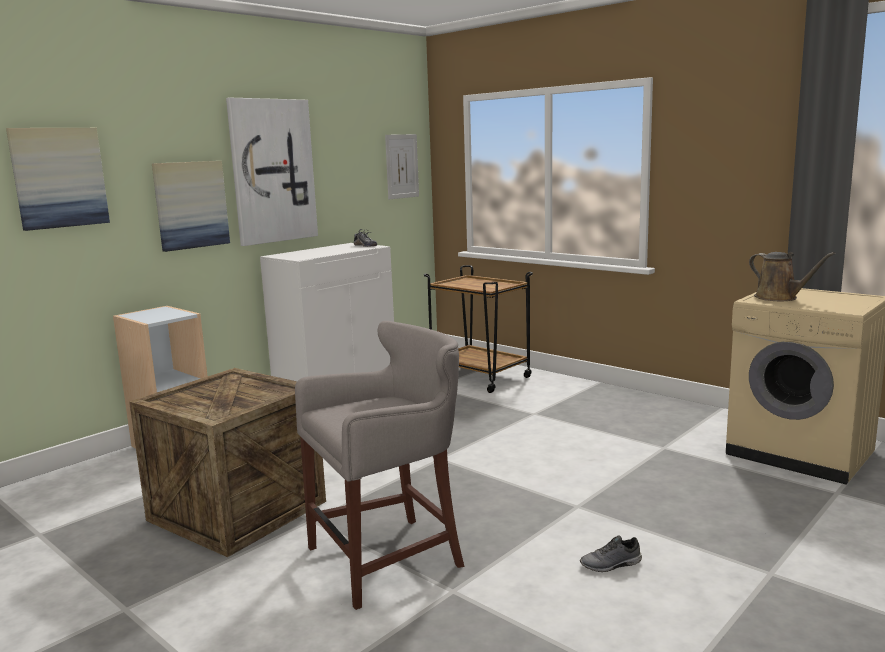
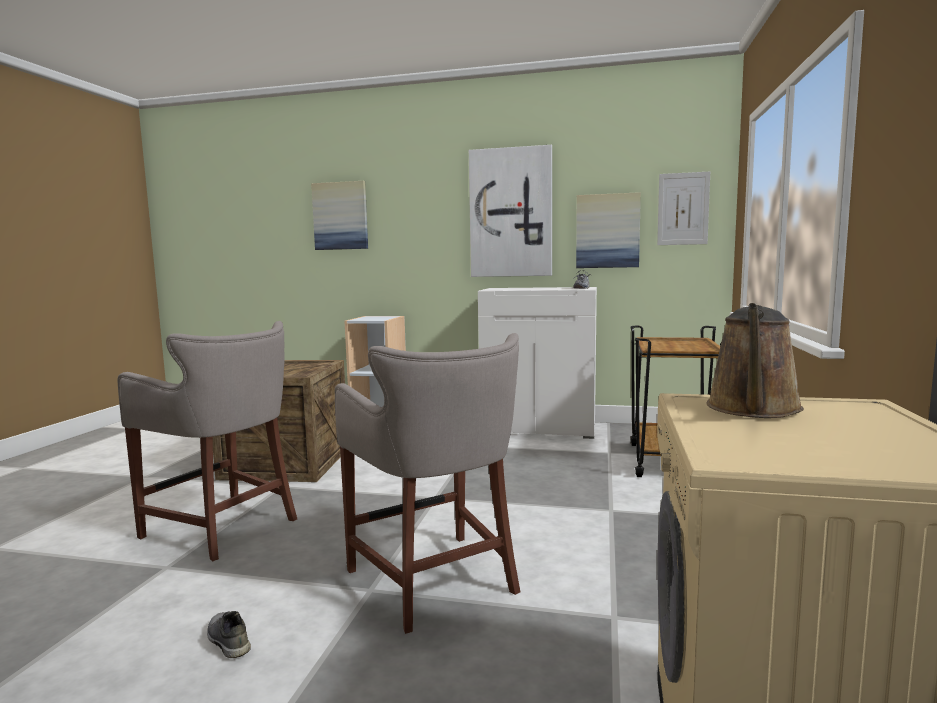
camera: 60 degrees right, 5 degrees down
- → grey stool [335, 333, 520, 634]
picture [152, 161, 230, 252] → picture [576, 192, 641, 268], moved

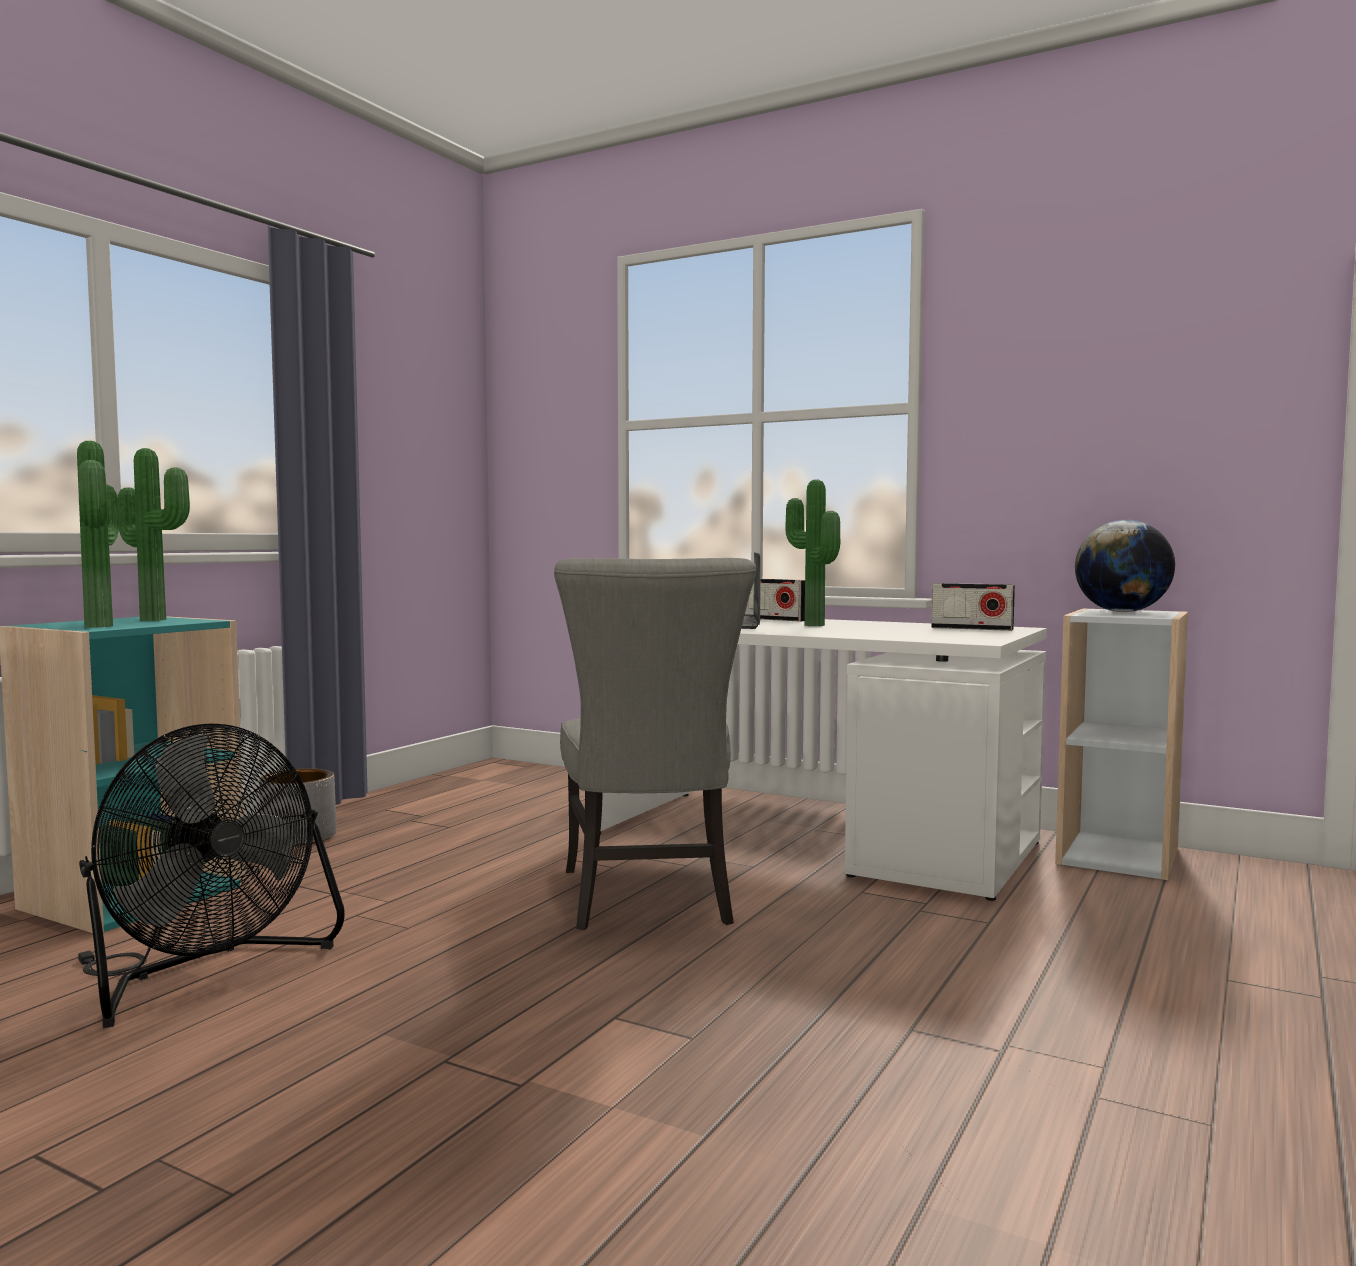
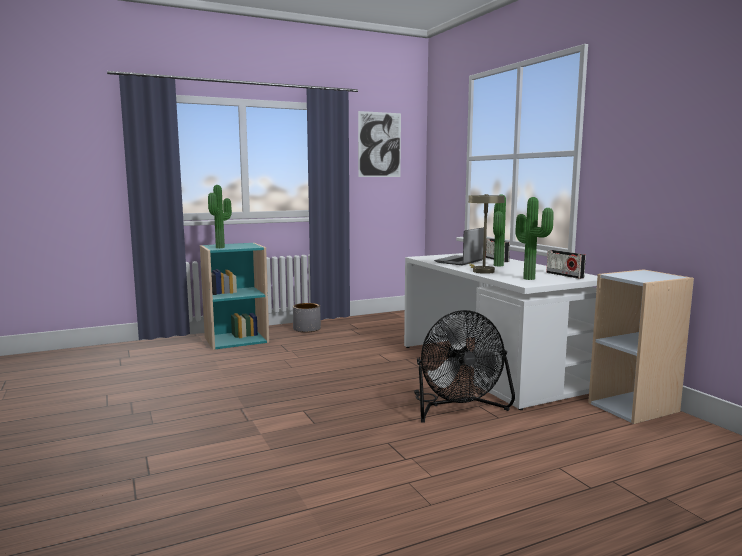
camera: 35 degrees right, 5 degrees up
- → picture [358, 111, 401, 177]
black fan [78, 724, 345, 1028] → black fan [414, 310, 515, 423], moved
- → beige table lamp [468, 194, 505, 274]
potted plant [117, 448, 190, 621] → potted plant [515, 197, 554, 280], moved
grey chair [554, 558, 757, 930] → -
globe [1075, 520, 1175, 612] → -

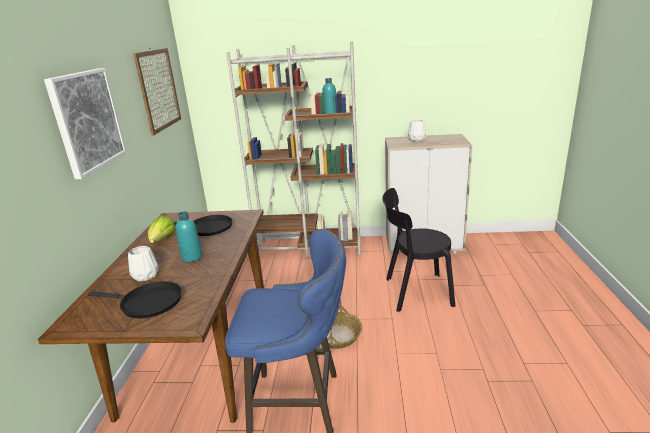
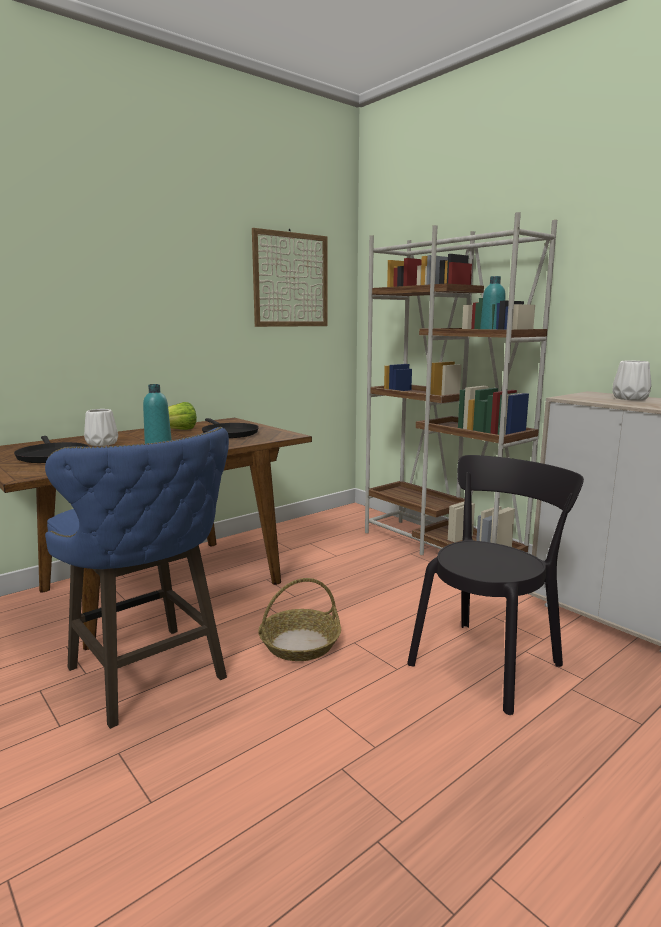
camera: 45 degrees right, 10 degrees down
black chair [382, 188, 455, 312] → black chair [407, 455, 584, 715], 90 degrees clockwise
picture [44, 68, 127, 179] → -

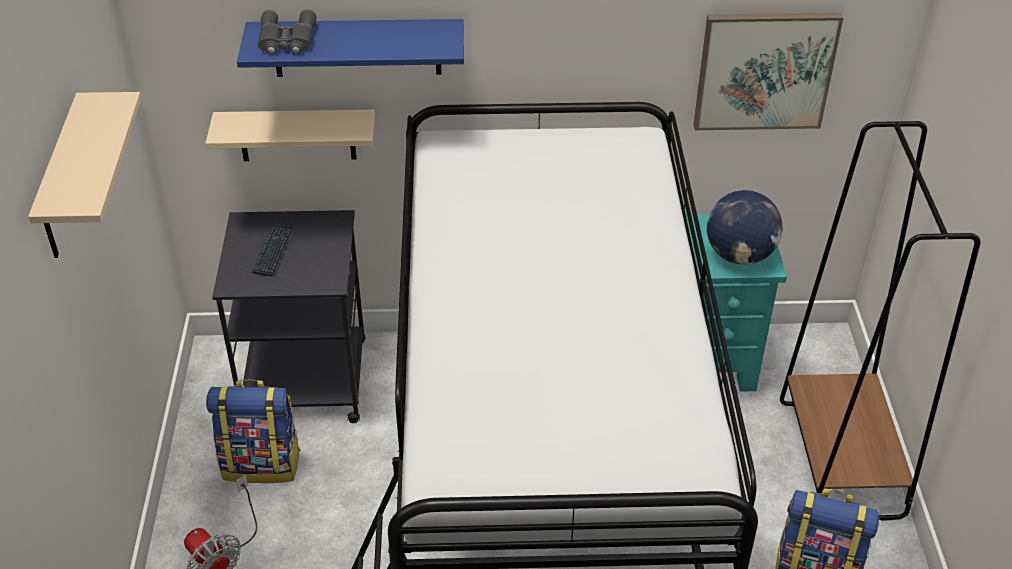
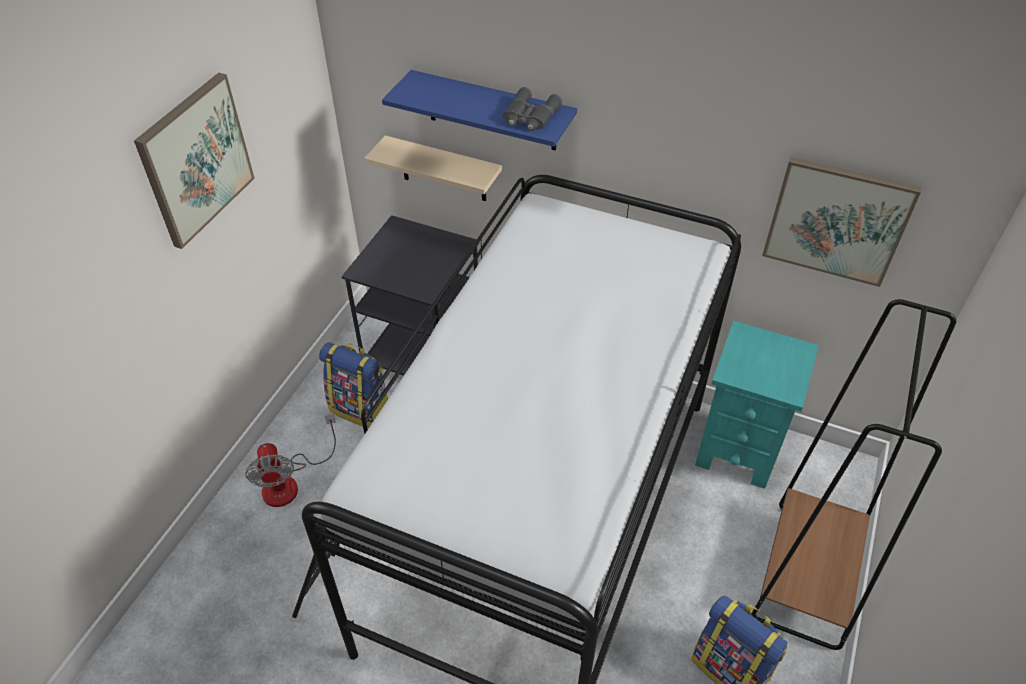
camera: 25 degrees right, 5 degrees up
beige shelf [28, 92, 141, 258] → picture [134, 73, 255, 249]
grey binoculars [258, 9, 317, 55] → grey binoculars [503, 87, 562, 131], moved
keyboard [252, 216, 297, 276] → -
globe [707, 190, 783, 265] → -

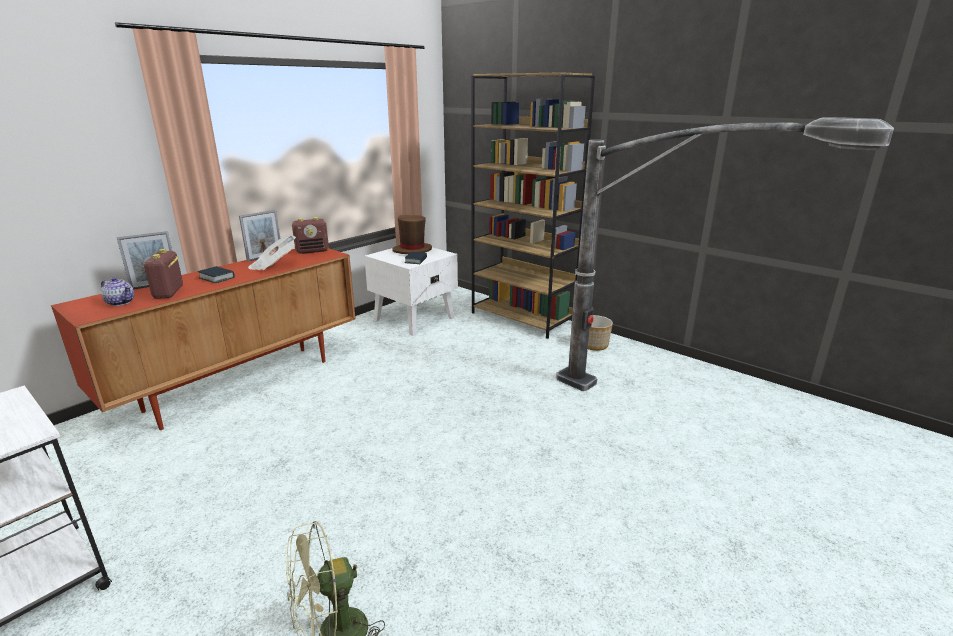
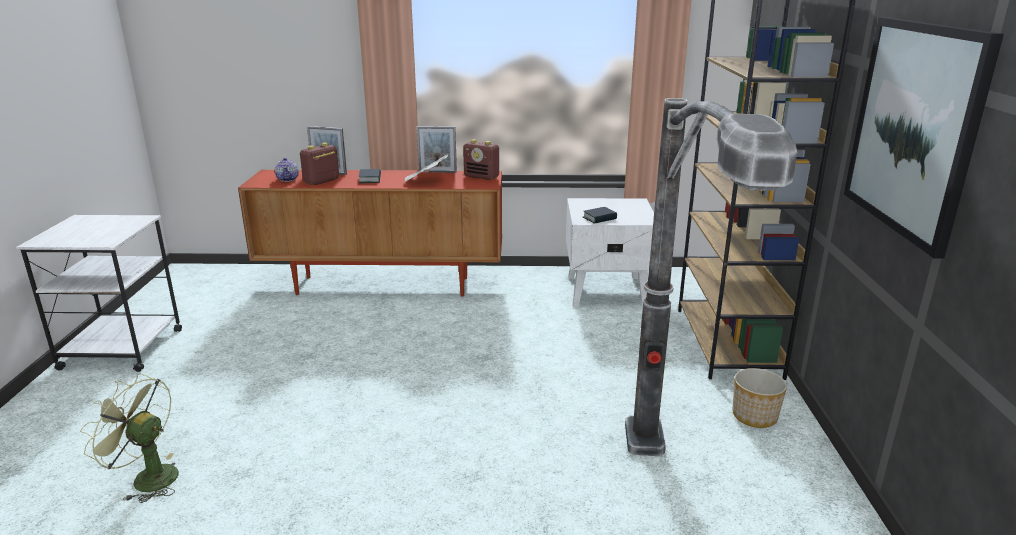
camera: 50 degrees right, 0 degrees up
- → picture [844, 17, 1004, 259]
brown hat [392, 215, 432, 254] → -

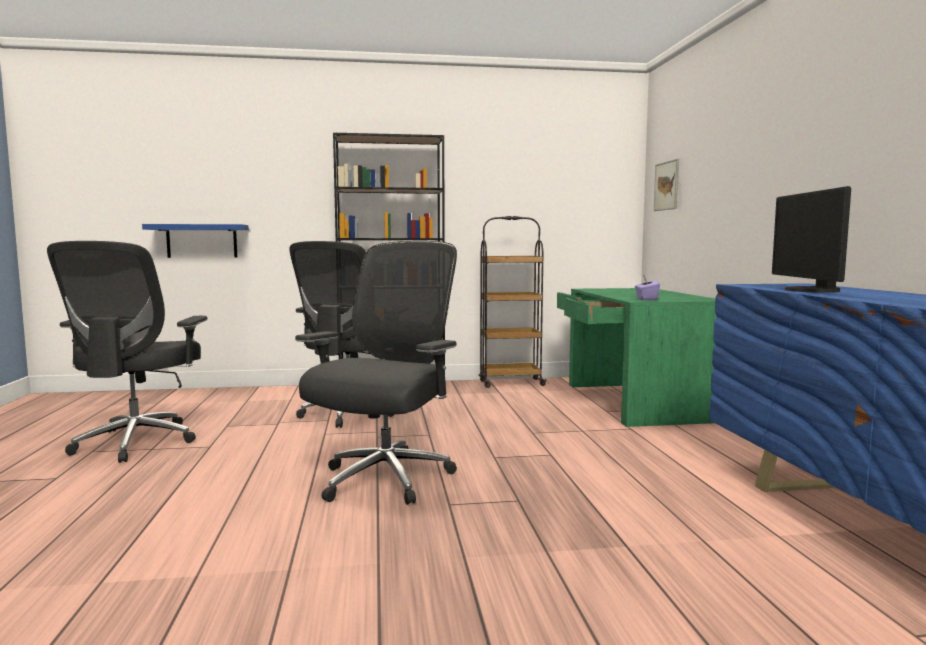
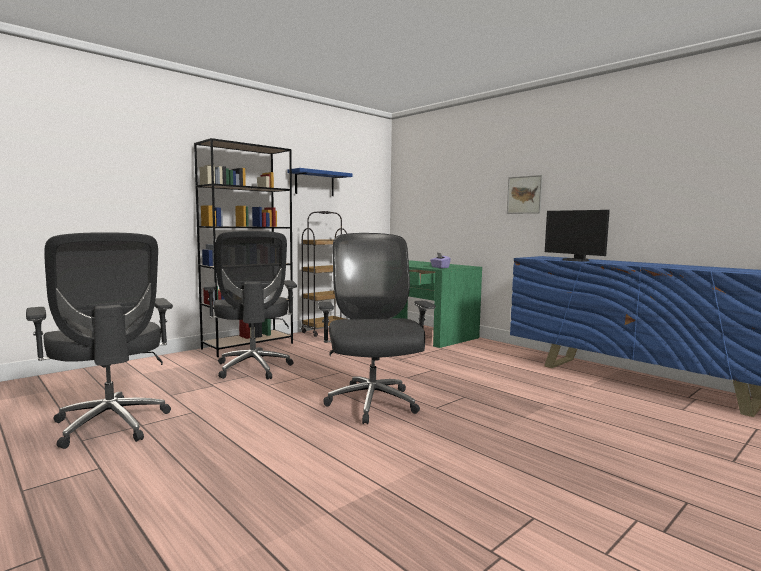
camera: 35 degrees left, 0 degrees up
blue shelf [142, 224, 249, 258] → blue shelf [288, 168, 352, 196], moved
picture [654, 159, 679, 211] → picture [507, 175, 543, 214], moved

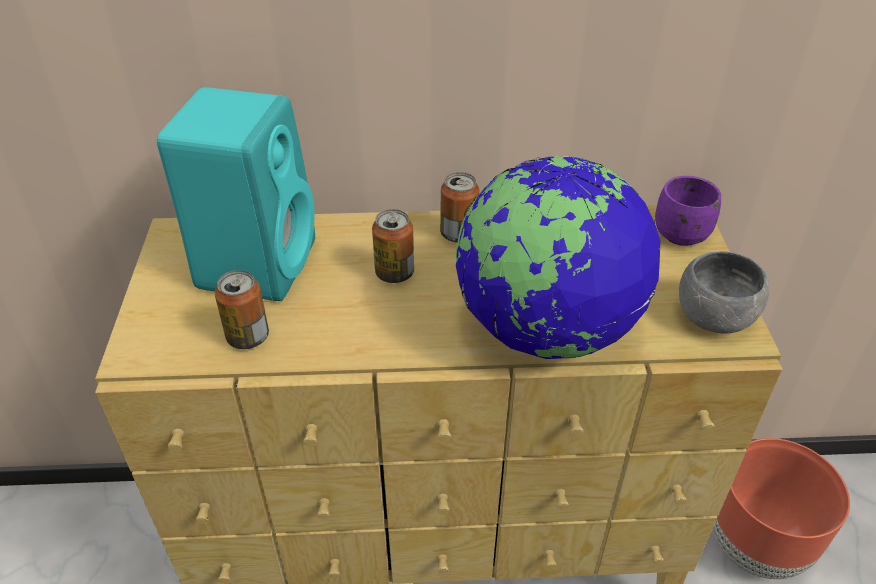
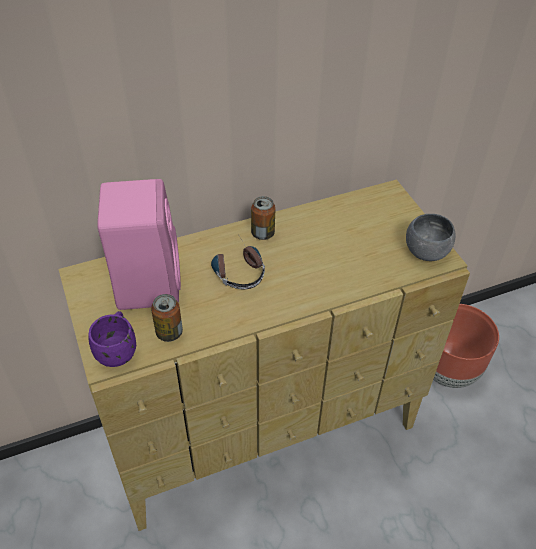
camera: 20 degrees left, 5 degrees up
purple mug [655, 176, 721, 246] → purple mug [88, 311, 136, 367], moved
turquoise speaker [157, 87, 315, 301] → pink speaker [97, 179, 181, 310]
can [372, 209, 414, 283] → headphones [211, 236, 265, 289]
globe [456, 155, 660, 359] → -

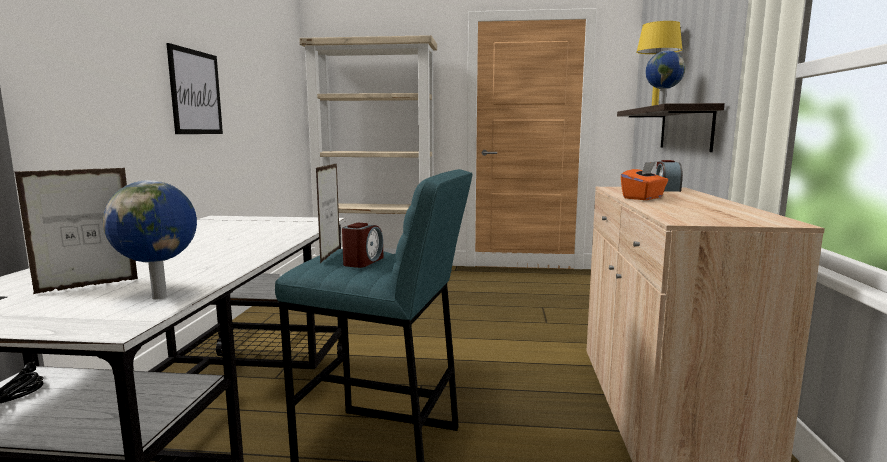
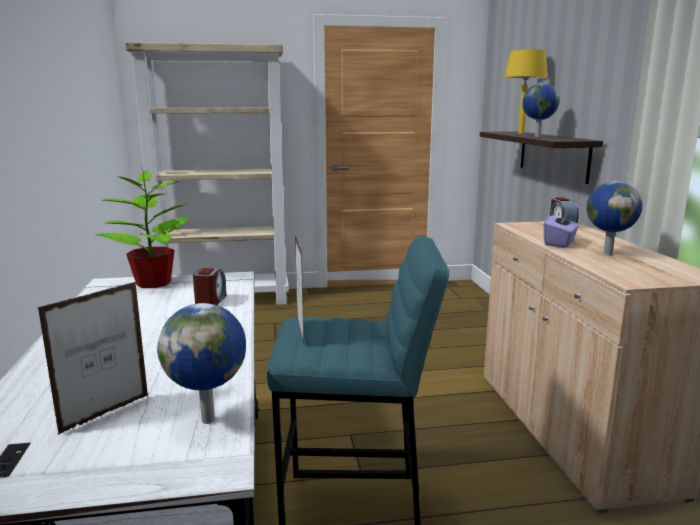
camera: 15 degrees left, 5 degrees up
- → potted plant [95, 168, 191, 288]
alarm clock [342, 223, 383, 268] → alarm clock [193, 268, 226, 305], moved
orange tissue box [621, 162, 668, 200] → purple tissue box [543, 210, 579, 248]
- → globe [587, 181, 643, 255]
picture [166, 43, 223, 134] → -

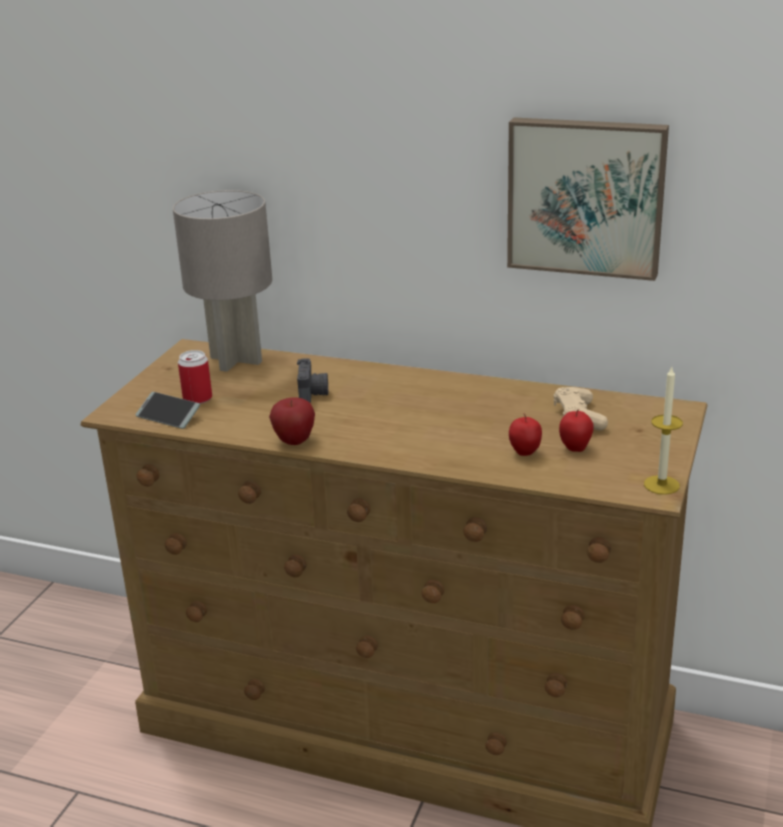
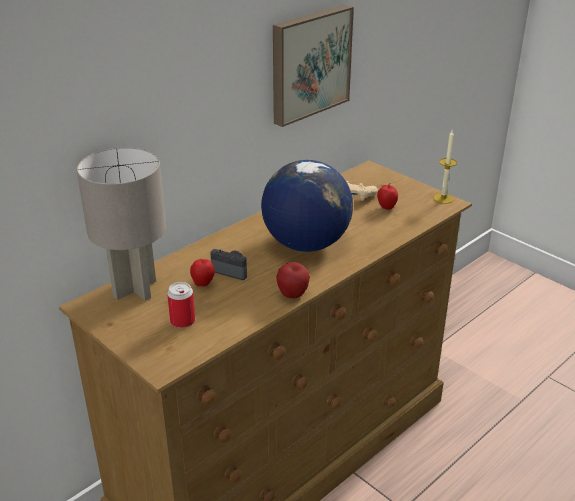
camera: 65 degrees left, 5 degrees up
apple [509, 413, 542, 456] → apple [190, 258, 215, 287], moved
- → globe [261, 160, 353, 252]
phone [136, 392, 200, 429] → -

